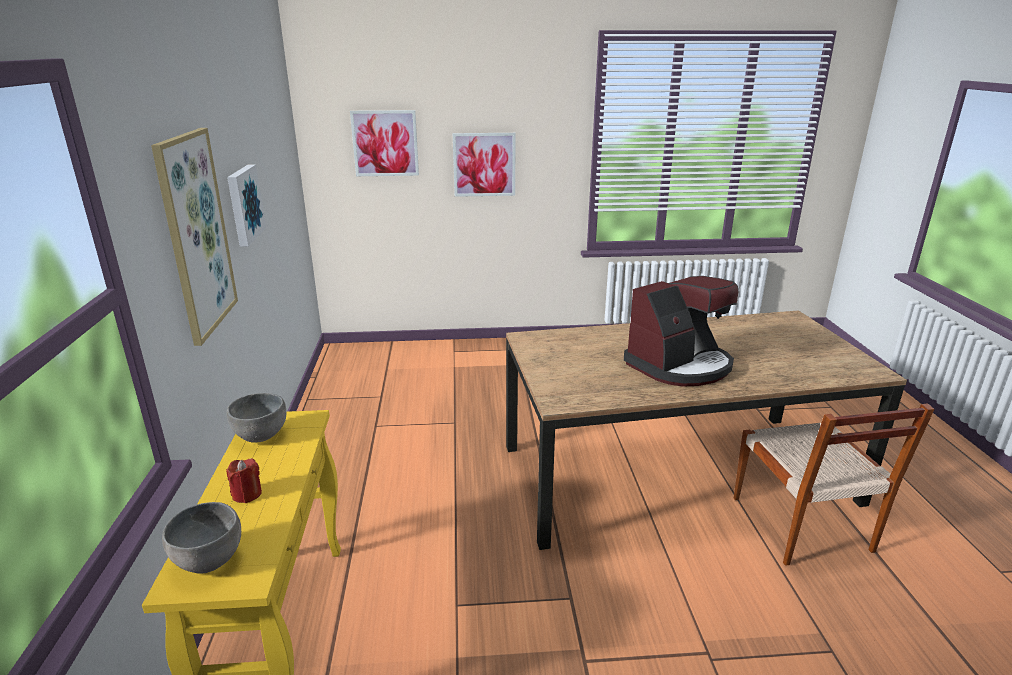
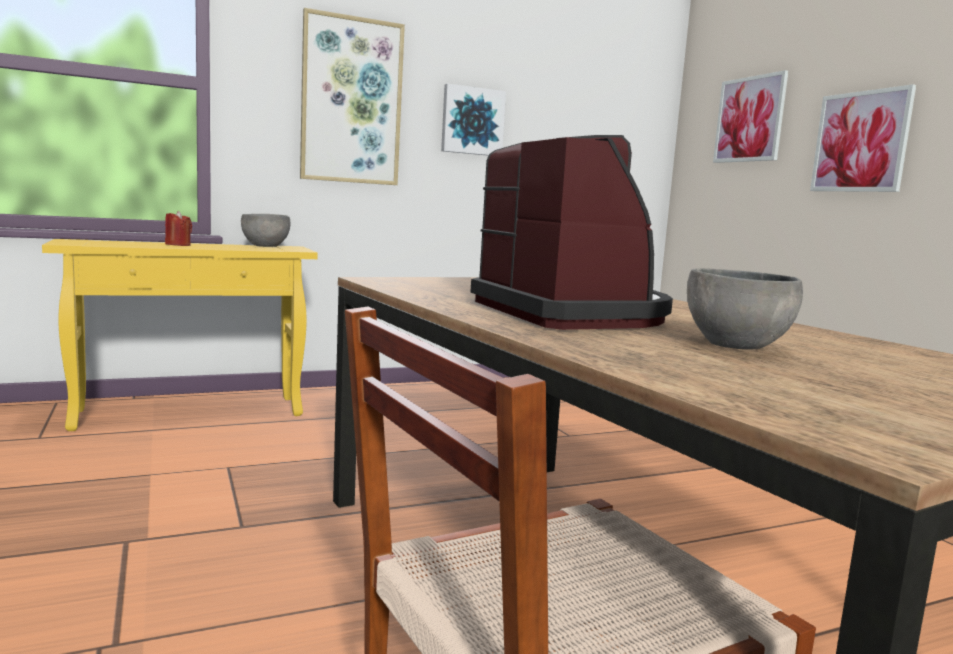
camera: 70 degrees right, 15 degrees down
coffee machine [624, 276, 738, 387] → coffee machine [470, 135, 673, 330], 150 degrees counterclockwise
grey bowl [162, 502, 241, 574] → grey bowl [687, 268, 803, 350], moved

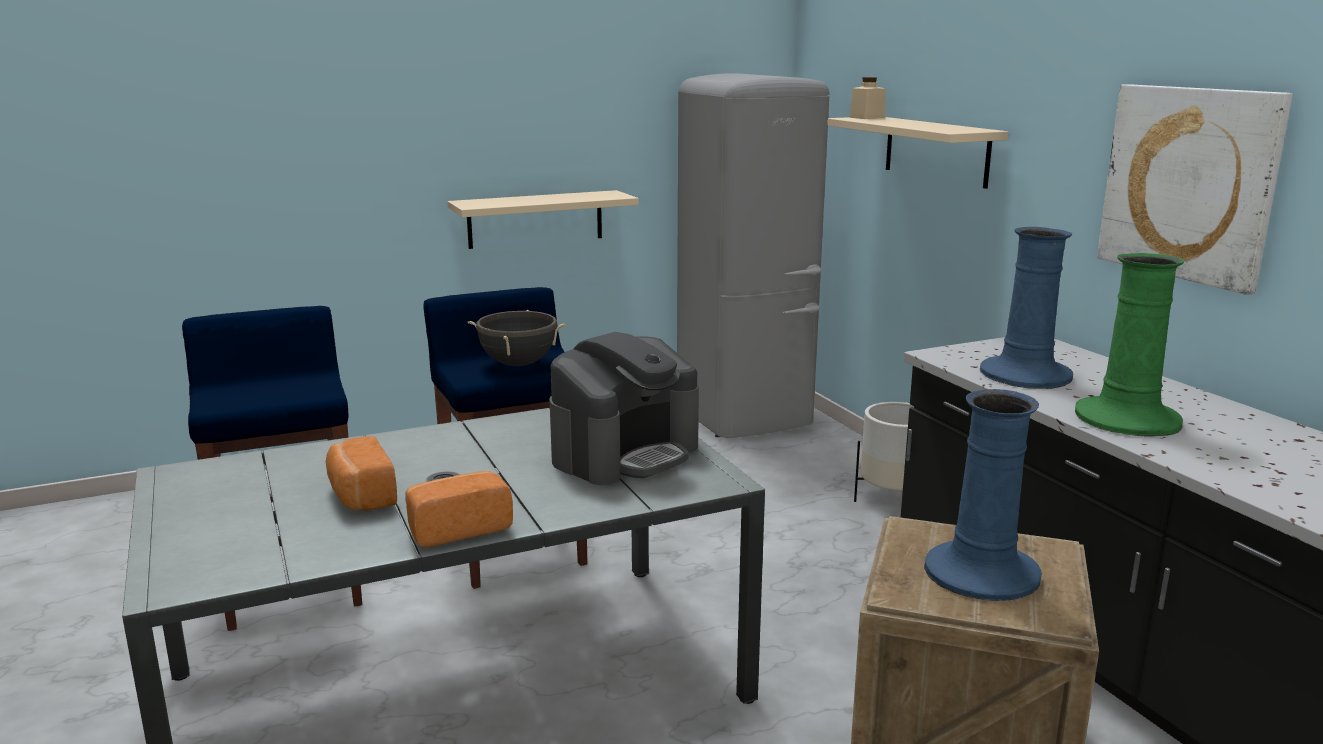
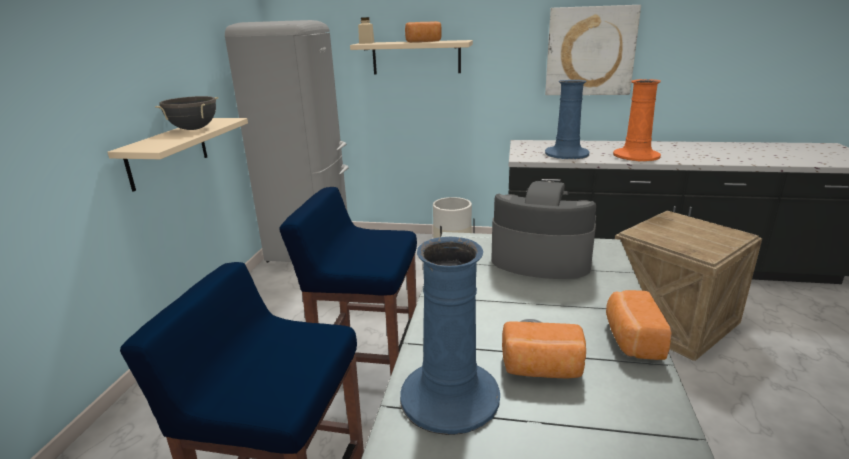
camera: 55 degrees left, 5 degrees up
black cooking pot [468, 310, 566, 366] → black cooking pot [155, 96, 218, 130], moved
blue vase [924, 389, 1042, 601] → blue vase [400, 237, 500, 435], moved
- → bread [405, 21, 442, 42]
coffee machine [549, 332, 699, 485] → coffee machine [491, 180, 596, 279], 60 degrees counterclockwise
green vase [1075, 253, 1185, 436] → orange vase [613, 79, 661, 162]

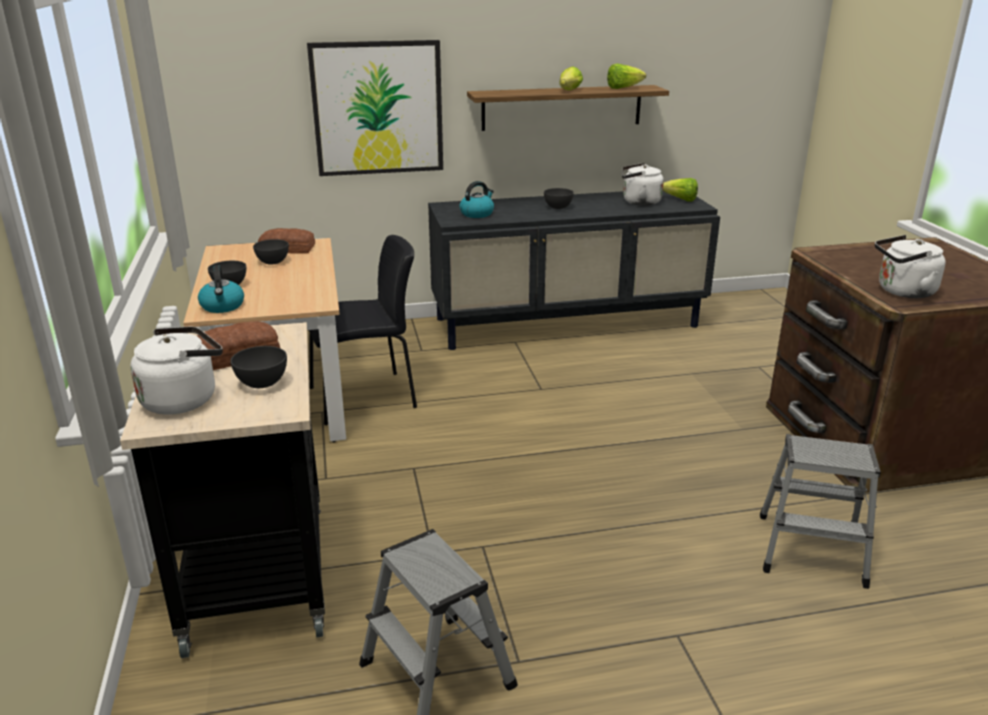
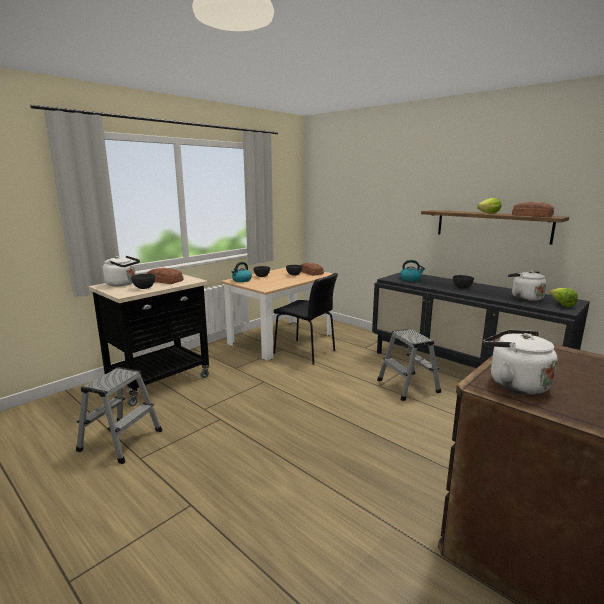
camera: 55 degrees right, 10 degrees down
grey step ladder [760, 434, 881, 589] → grey step ladder [377, 328, 441, 401], moved
lettuce [607, 63, 646, 89] → bread [512, 202, 554, 217]
picture [307, 40, 443, 176] → -

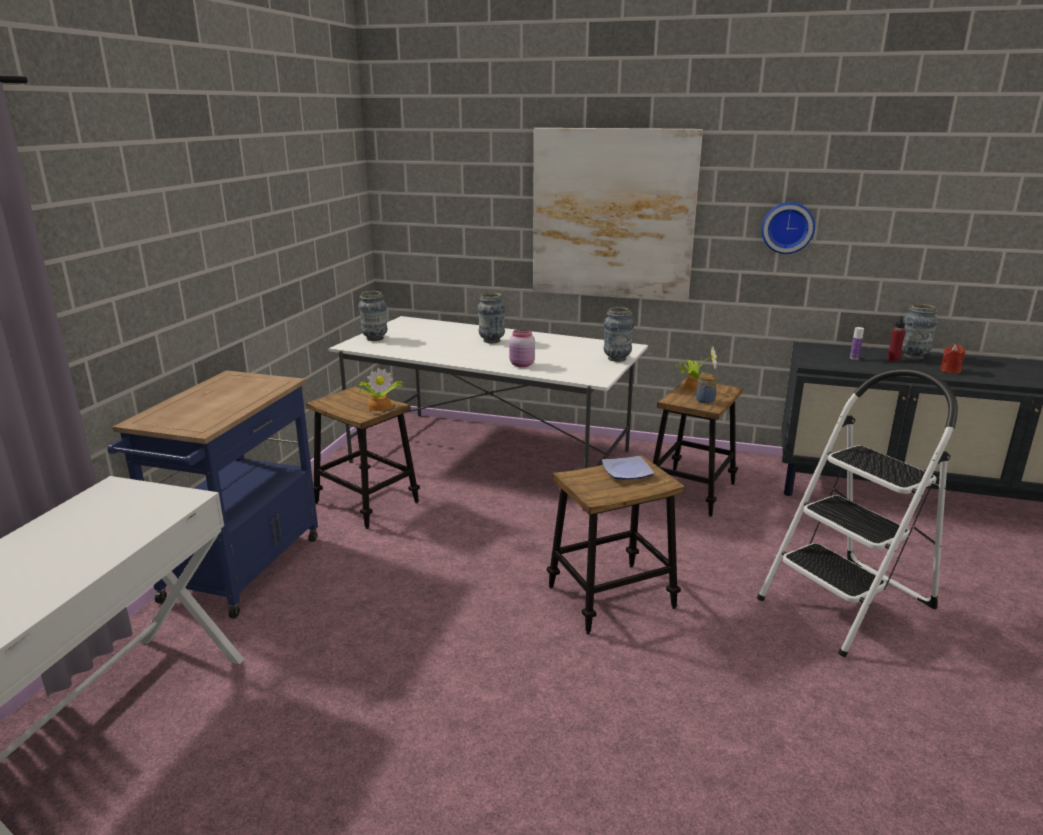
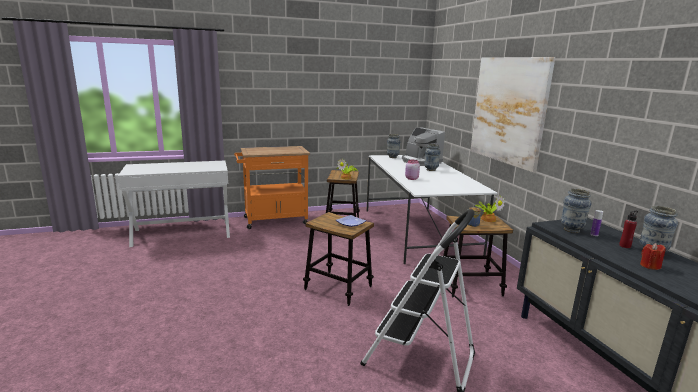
camera: 55 degrees right, 5 degrees down
blue cart [107, 370, 318, 619] → orange cart [234, 146, 310, 229]
- → coffee machine [402, 127, 445, 166]
vase [604, 307, 634, 362] → vase [561, 189, 592, 233], moved
wall clock [761, 202, 815, 254] → -

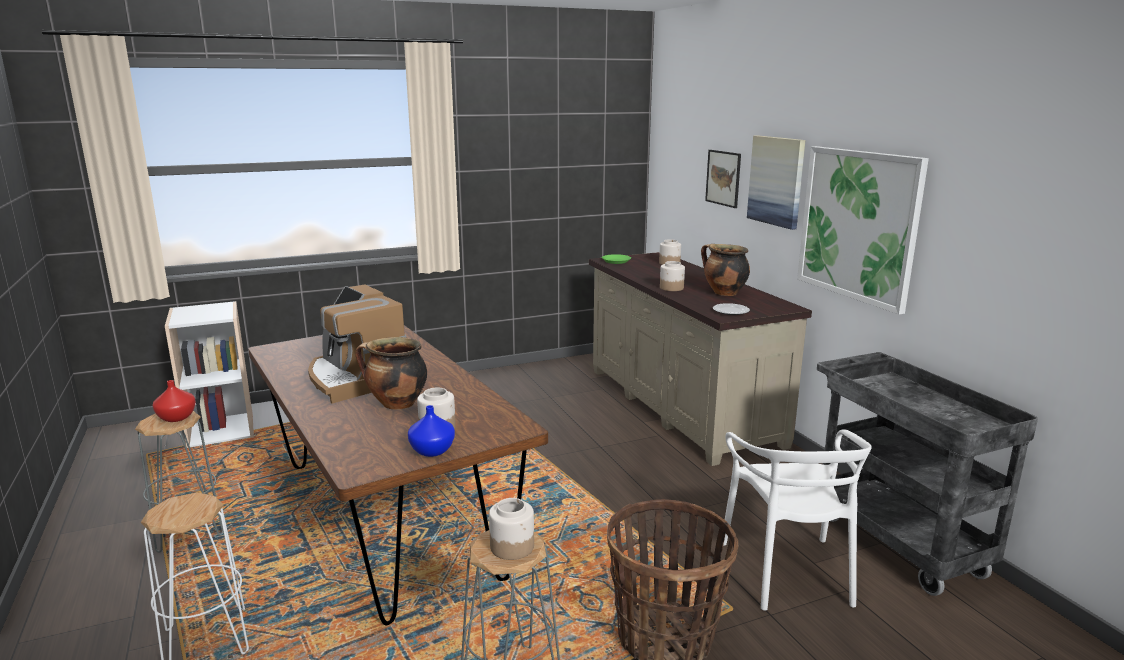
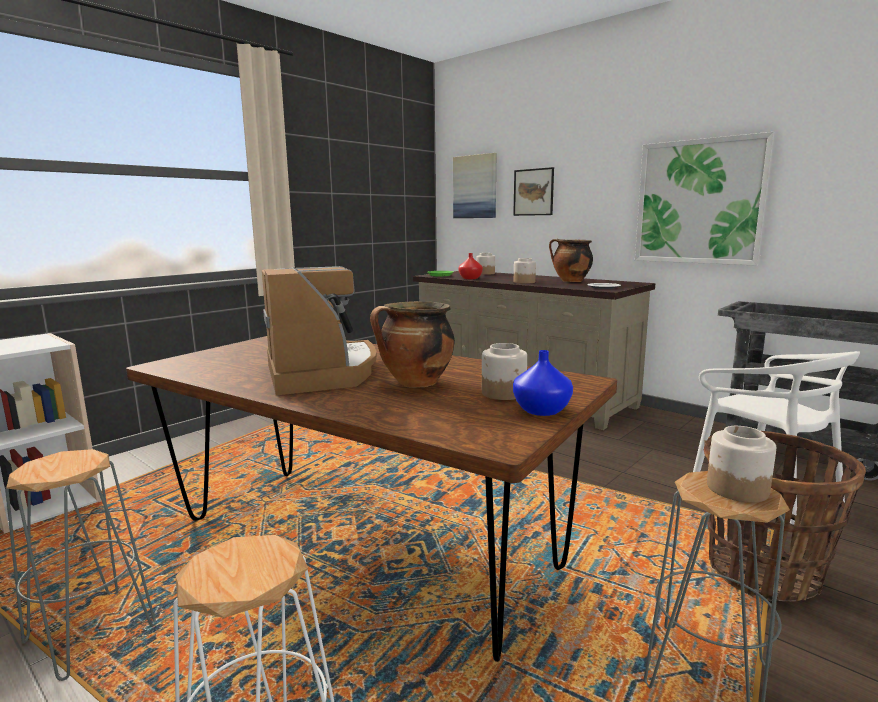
camera: 25 degrees left, 5 degrees down
coffee machine [308, 285, 406, 403] → coffee machine [262, 266, 377, 396], 135 degrees counterclockwise
picture [747, 135, 806, 230] → picture [453, 153, 496, 218], moved
red vase [153, 380, 196, 422] → red vase [458, 253, 483, 279], moved

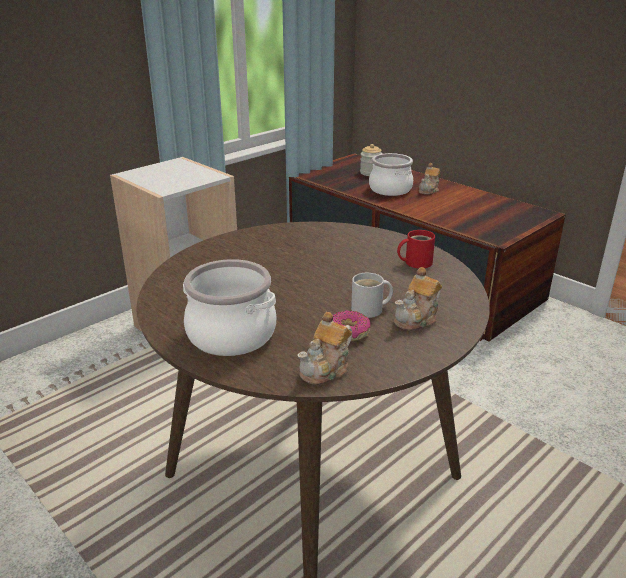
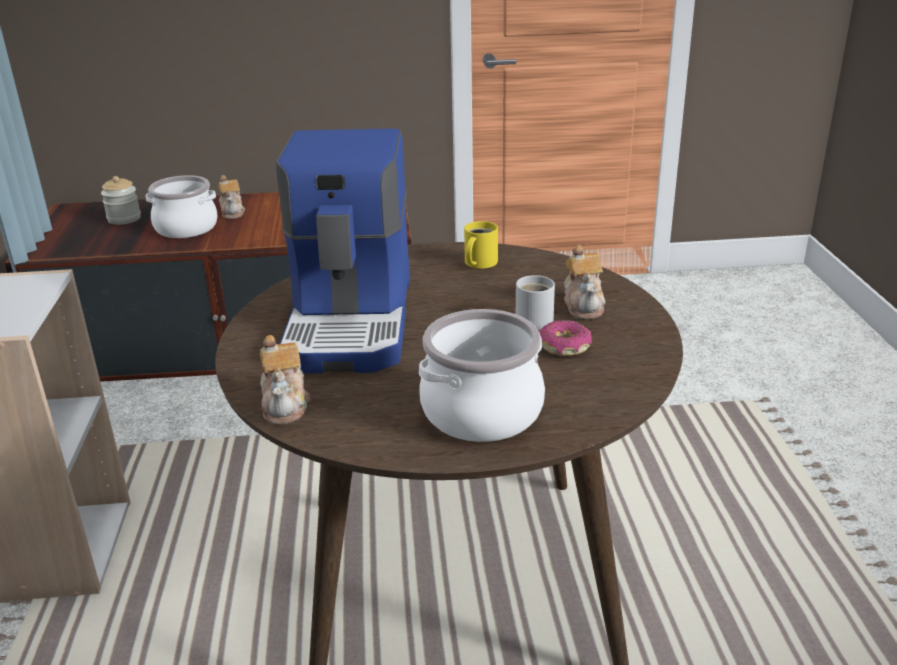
camera: 50 degrees left, 0 degrees up
teapot [298, 312, 352, 385] → teapot [260, 335, 310, 425], moved
- → coffee machine [276, 129, 410, 374]
red mug [397, 230, 435, 269] → yellow mug [464, 221, 498, 269]

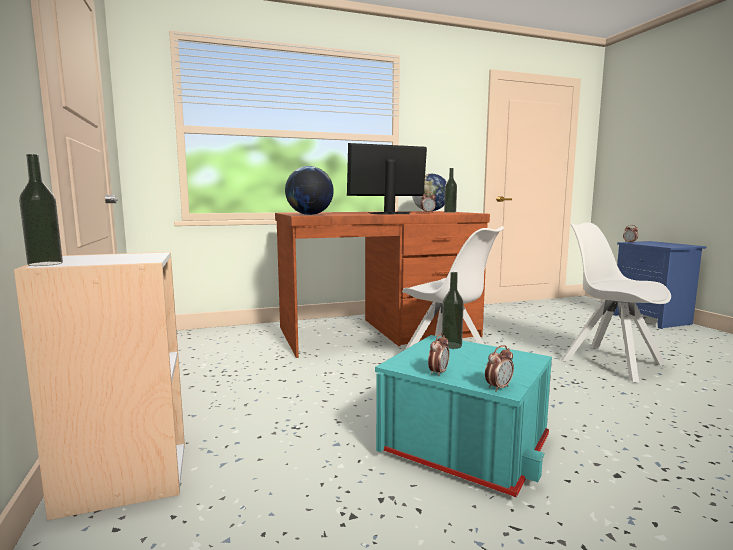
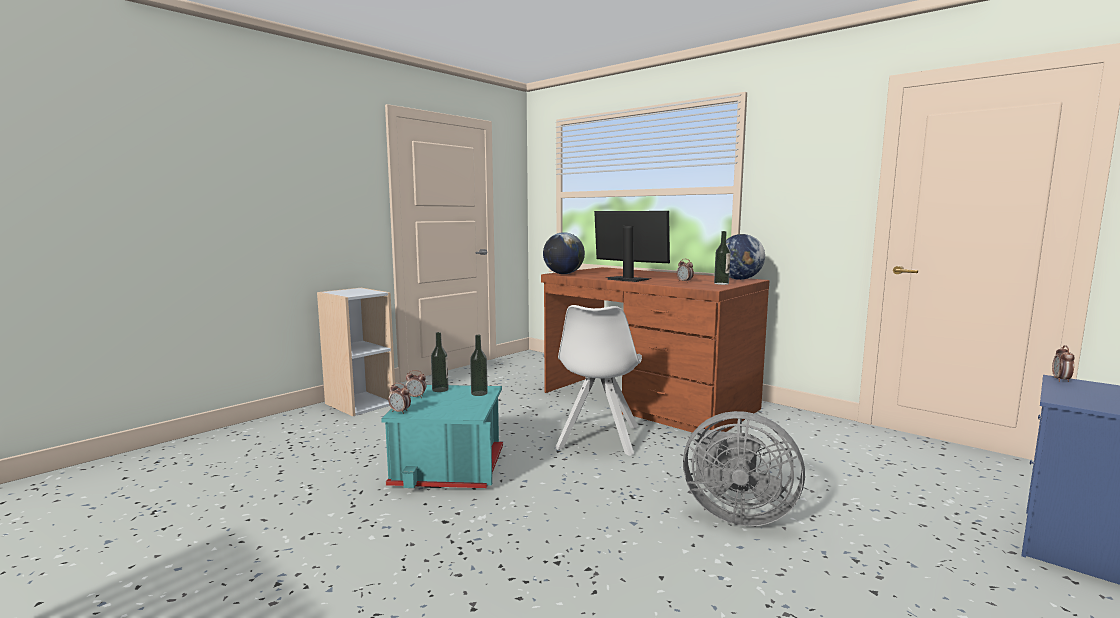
camera: 60 degrees right, 0 degrees up
bottle [19, 154, 63, 266] → bottle [431, 332, 449, 392], moved
white chair [561, 222, 671, 383] → grey fan [683, 411, 805, 526]

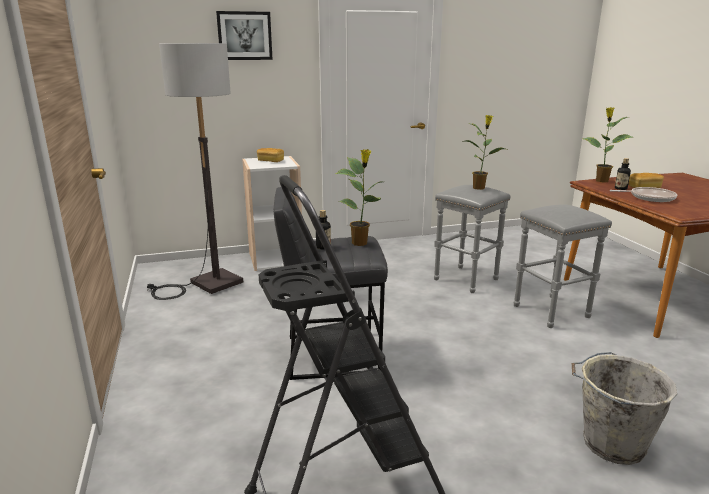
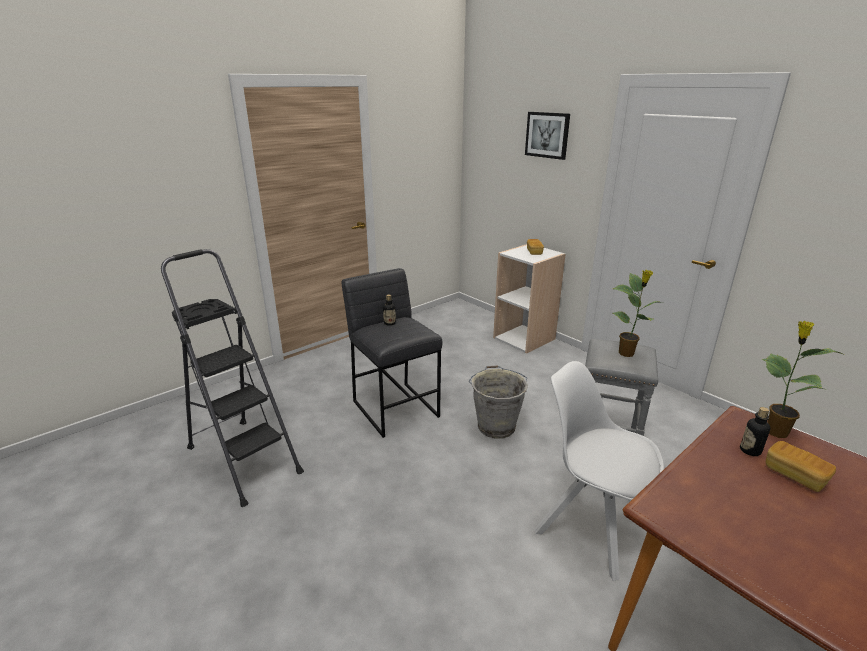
camera: 65 degrees right, 5 degrees up
grey bucket [571, 352, 677, 465] → grey bucket [469, 365, 528, 439], moved
grey stool [514, 204, 612, 328] → white chair [534, 361, 664, 581]
floor lamp [147, 43, 243, 300] → -
potted plant [336, 149, 383, 246] → -
frying pan [610, 187, 677, 202] → -

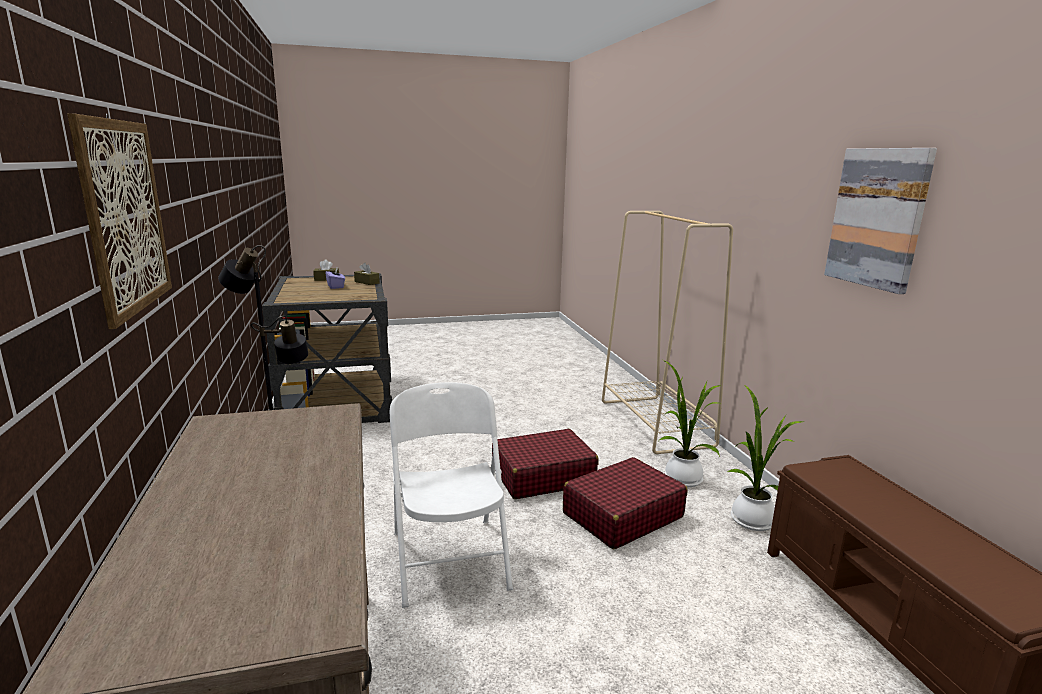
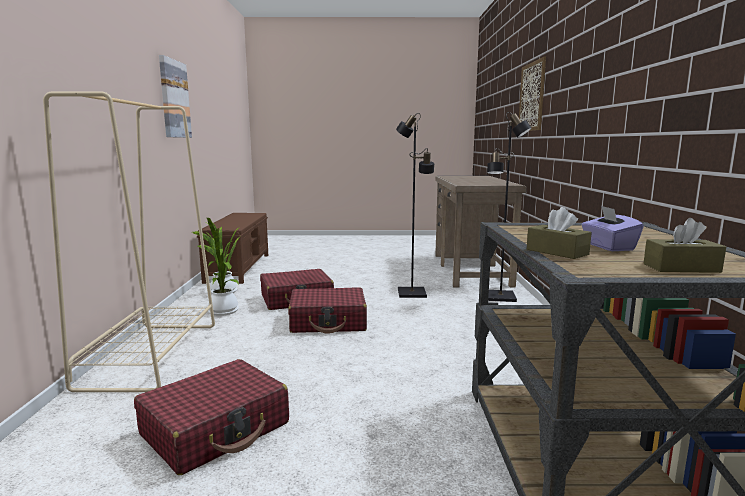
camera: 165 degrees left, 5 degrees down
- → red suitcase [134, 359, 289, 475]
white chair [390, 382, 513, 608] → black floor lamp [396, 113, 434, 298]

